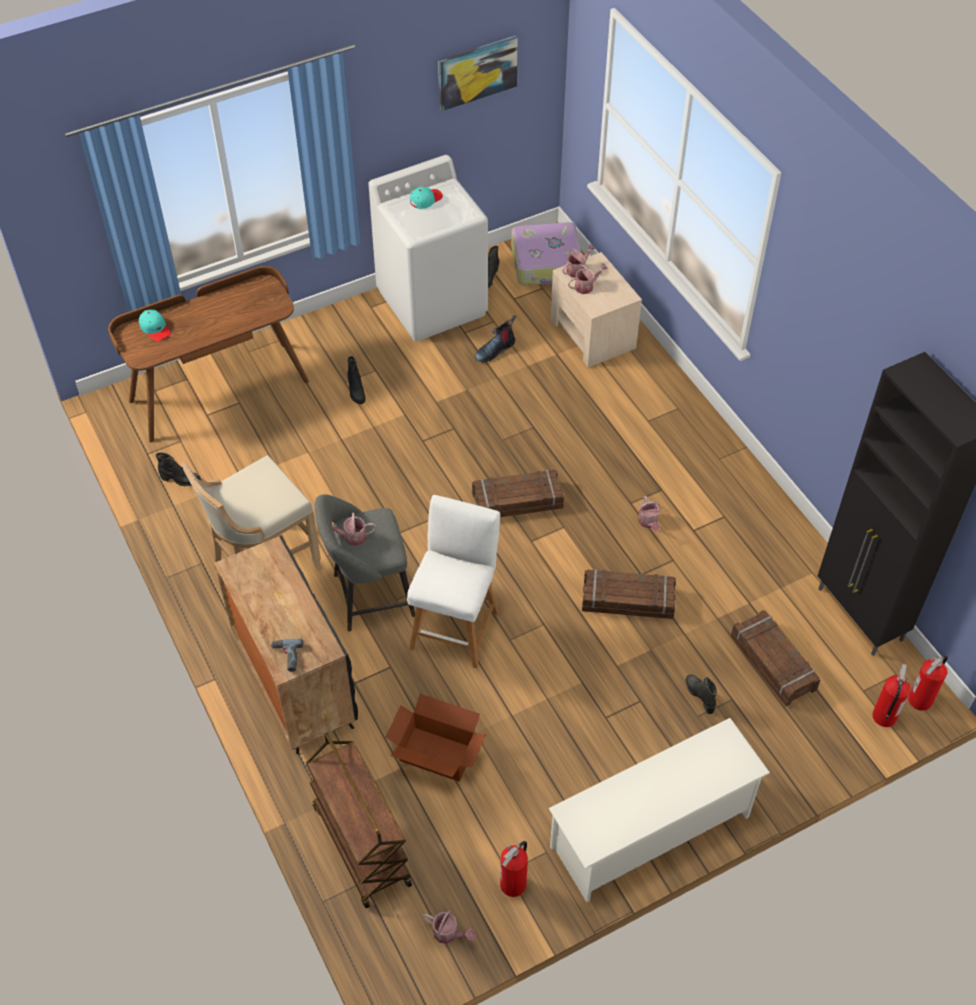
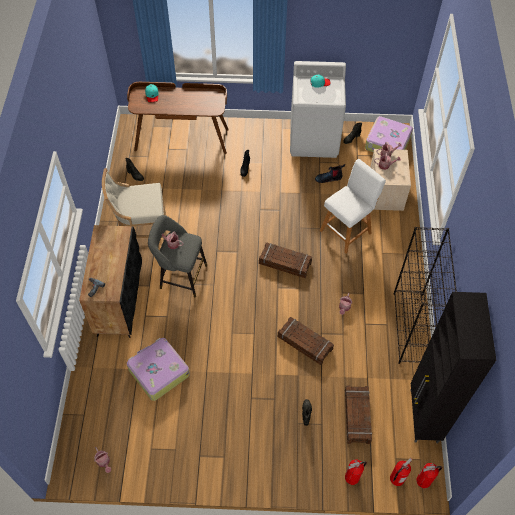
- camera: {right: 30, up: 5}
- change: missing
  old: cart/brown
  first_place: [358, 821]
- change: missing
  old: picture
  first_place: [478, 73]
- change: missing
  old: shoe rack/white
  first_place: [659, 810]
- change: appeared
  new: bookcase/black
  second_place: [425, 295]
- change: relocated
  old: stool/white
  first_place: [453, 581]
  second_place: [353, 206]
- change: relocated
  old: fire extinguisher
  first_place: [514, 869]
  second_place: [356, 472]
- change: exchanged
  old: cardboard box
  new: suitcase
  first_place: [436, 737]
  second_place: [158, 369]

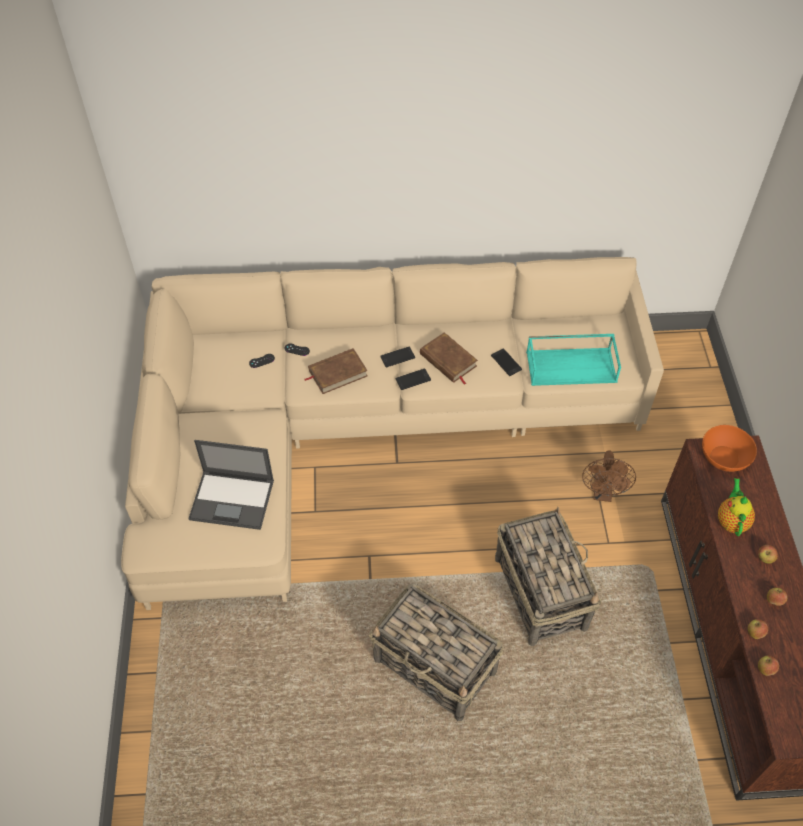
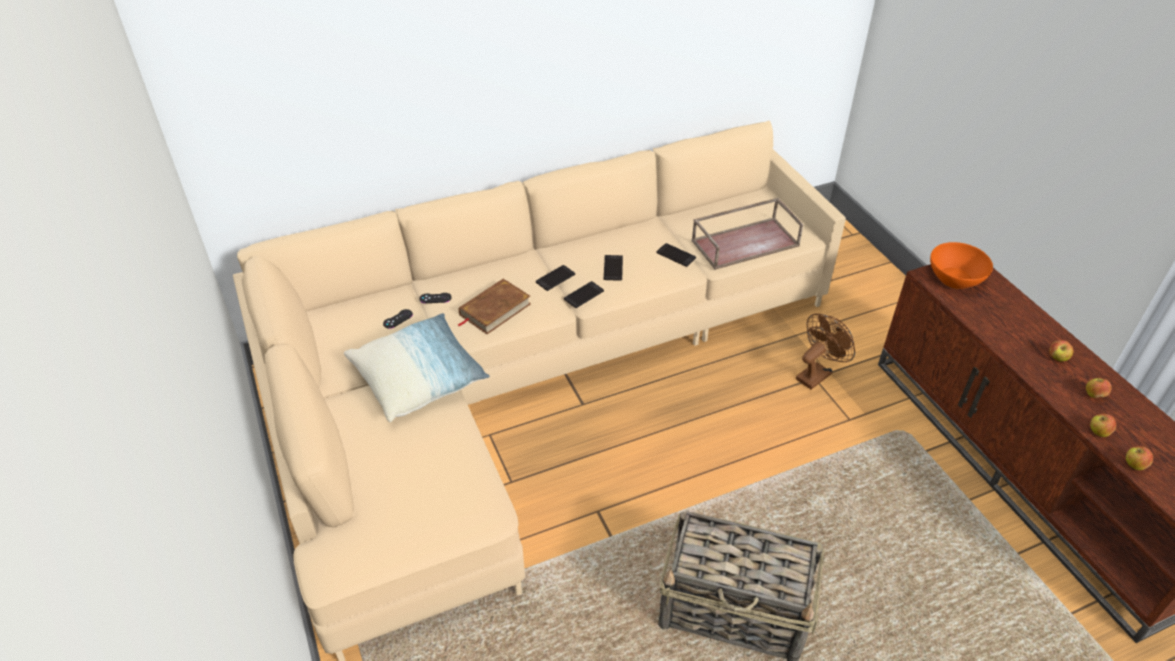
- camera: {right: -20, up: -10}
- change: missing
  old: laptop
  first_place: [231, 485]
- change: missing
  old: basket
  first_place: [548, 576]
- change: missing
  old: teapot
  first_place: [736, 507]
- change: appeared
  new: pillow
  second_place: [417, 367]
- change: exchanged
  old: book/brown
  new: phone
  first_place: [449, 358]
  second_place: [613, 268]
- change: colour
  old: tray/turquoise
  new: tray/brown
  first_place: [573, 360]
  second_place: [747, 234]
- change: spun
  old: fan/brown
  first_place: [609, 476]
  second_place: [825, 351]
  degrees: -120

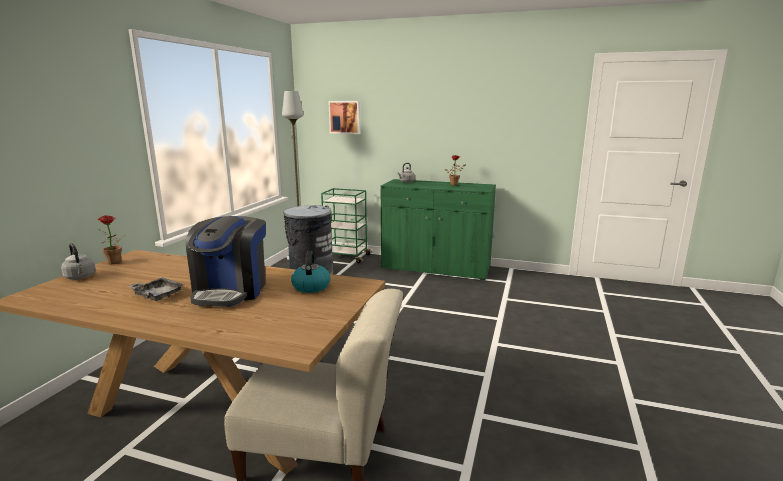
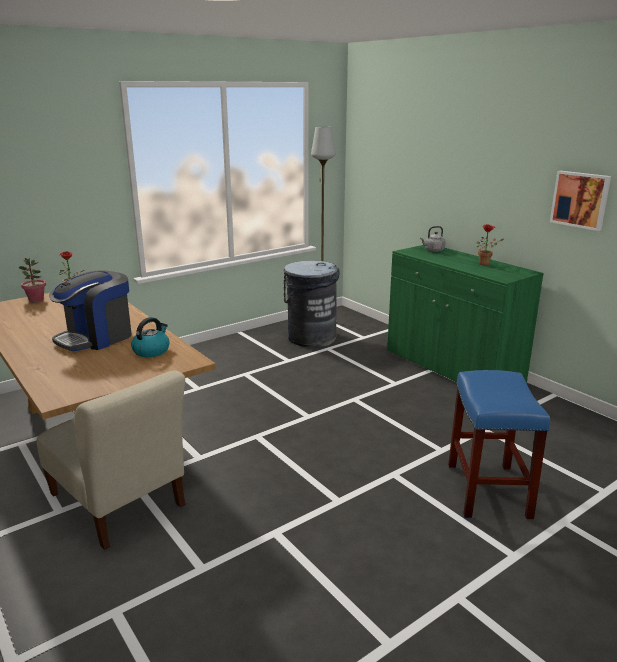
- camera: {right: 35, up: 5}
- change: missing
  old: tray/grey
  first_place: [156, 289]
- change: missing
  old: cart/green
  first_place: [346, 225]
- change: appeared
  new: stool/blue
  second_place: [499, 445]
- change: relocated
  old: picture
  first_place: [344, 117]
  second_place: [580, 201]
- change: exchanged
  old: kettle/grey
  new: potted plant
  first_place: [78, 261]
  second_place: [32, 280]

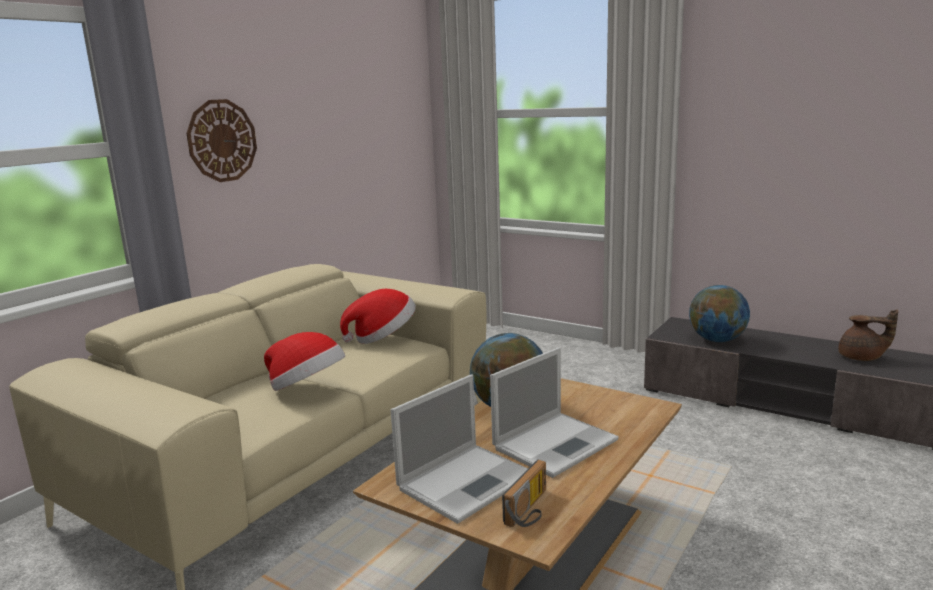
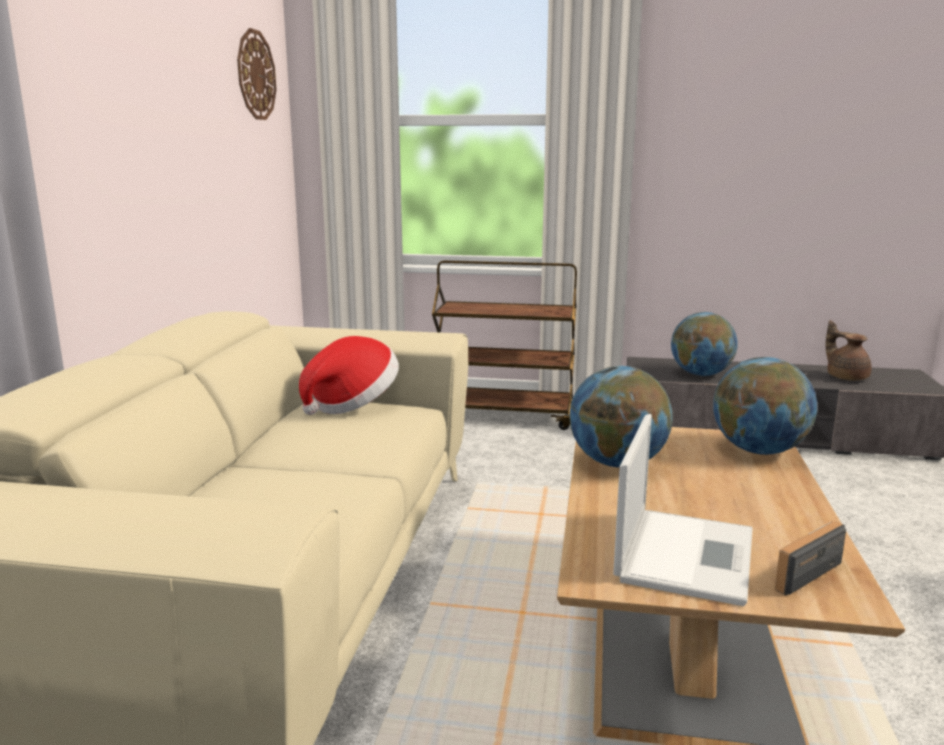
- camera: {right: -25, up: 0}
- change: missing
  old: hat
  first_place: [304, 361]
- change: missing
  old: laptop
  first_place: [554, 412]
- change: appeared
  new: cart/brown
  second_place: [504, 345]
- change: appeared
  new: globe
  second_place: [765, 406]
- change: relocated
  old: wall clock
  first_place: [221, 140]
  second_place: [256, 74]
- change: spun
  old: radio
  first_place: [524, 493]
  second_place: [810, 558]
  degrees: -135
- change: spun
  old: teapot/brown
  first_place: [868, 335]
  second_place: [848, 350]
  degrees: -105

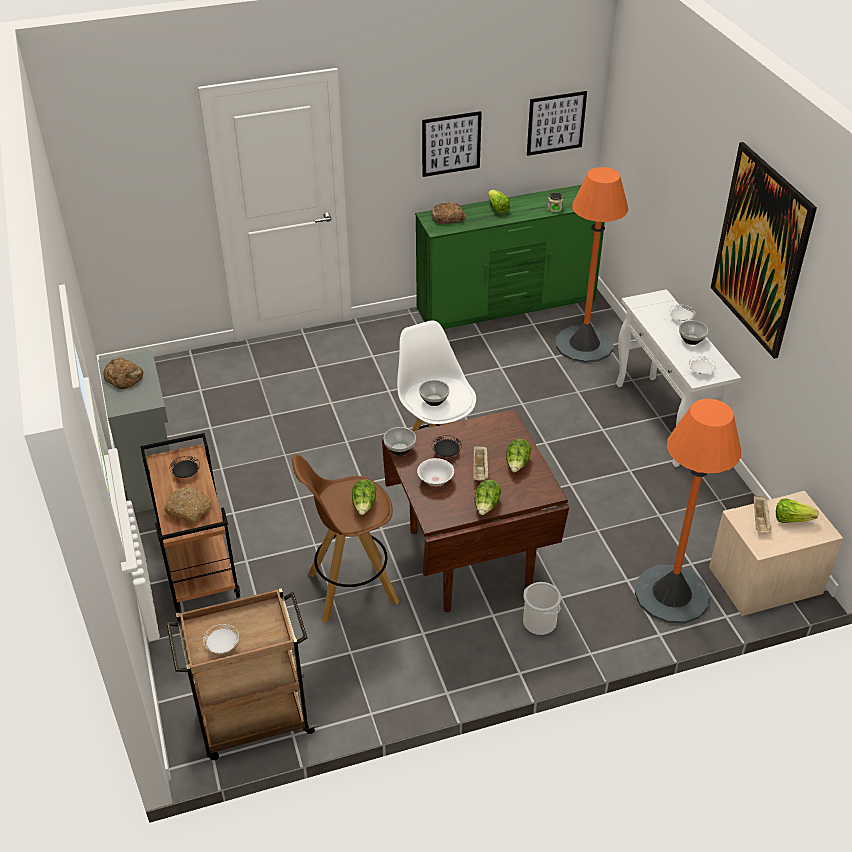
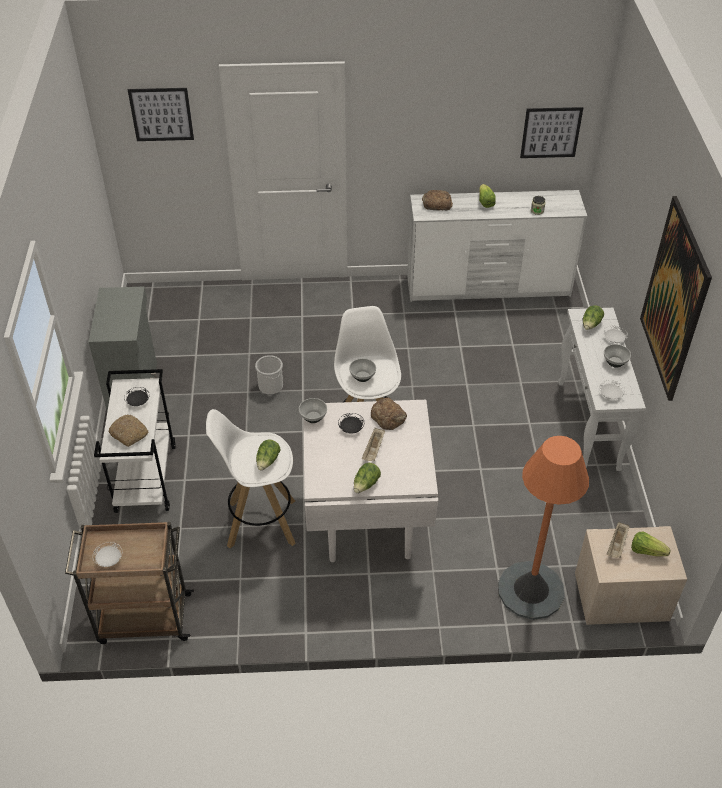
- camera: {right: 15, up: 5}
- change: missing
  old: bowl/white
  first_place: [435, 472]
- change: missing
  old: floor lamp/orange
  first_place: [592, 265]
- change: relocated
  old: bread
  first_place: [123, 373]
  second_place: [389, 413]
- change: relocated
  old: picture
  first_place: [452, 144]
  second_place: [161, 114]
- change: relocated
  old: lettuce
  first_place: [518, 455]
  second_place: [593, 317]
- change: relocated
  old: bucket
  first_place: [542, 608]
  second_place: [269, 375]
- change: colour
  old: cart/brown
  new: cart/white
  first_place: [190, 522]
  second_place: [135, 441]
- change: colour
  old: stool/brown
  new: stool/white
  first_place: [345, 538]
  second_place: [251, 478]
- change: colour
  old: dining table/brown
  new: dining table/white
  first_place: [475, 511]
  second_place: [370, 481]
- change: colour
  old: dresser/green
  new: dresser/white
  first_place: [510, 257]
  second_place: [497, 246]

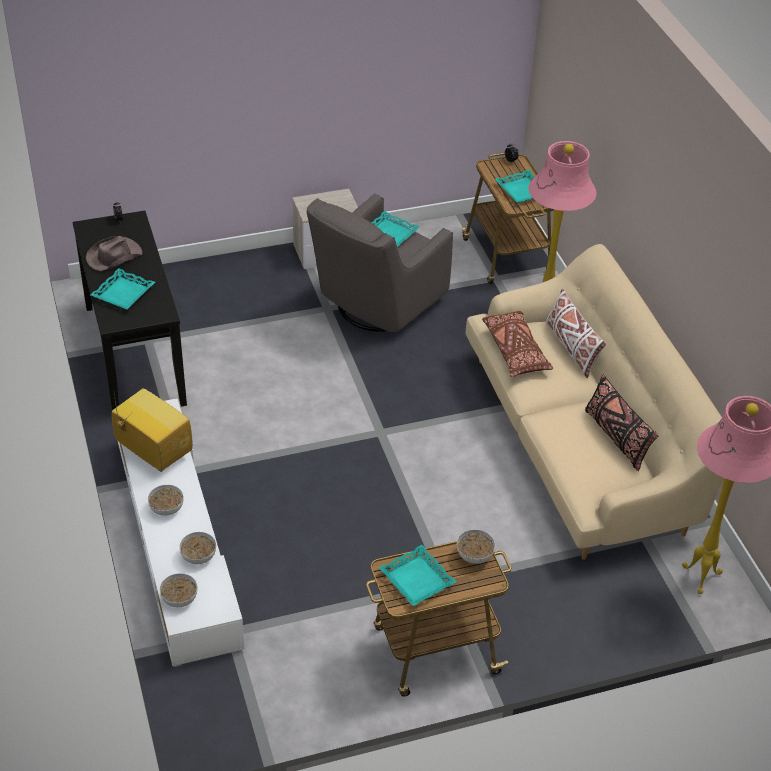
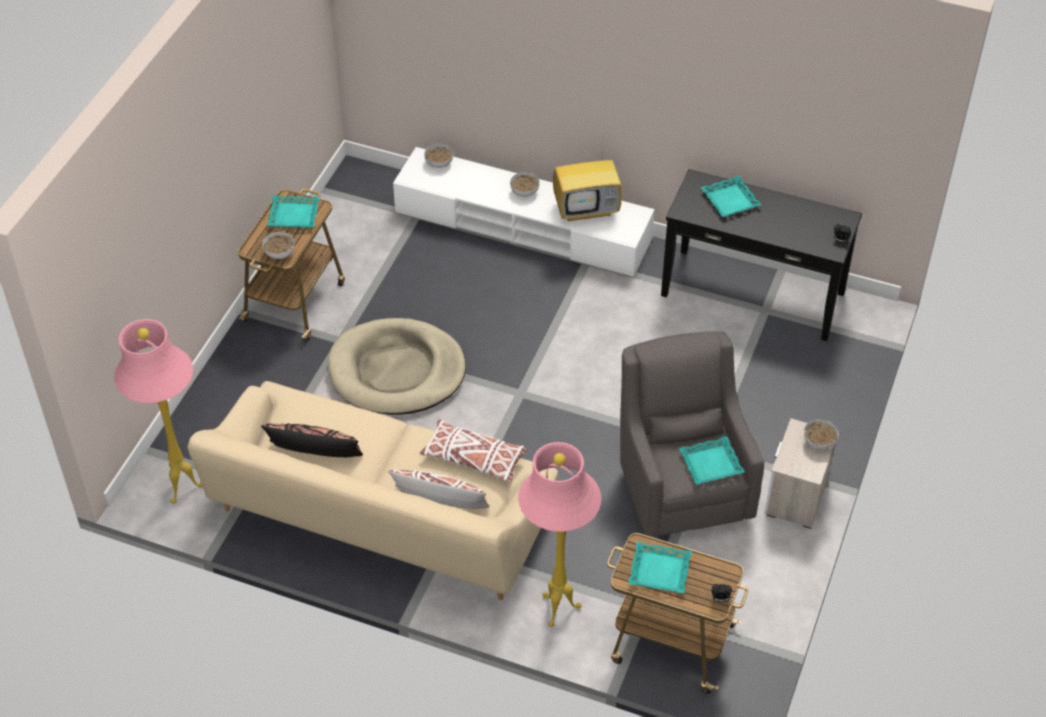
- camera: {right: 130, up: 5}
- change: missing
  old: hat/brown
  first_place: [114, 253]
- change: appeared
  new: dog bed/beige
  second_place: [397, 366]
- change: relocated
  old: bowl
  first_place: [197, 548]
  second_place: [821, 434]
- change: colour
  old: pillow/brown
  new: pillow/white
  first_place: [517, 344]
  second_place: [473, 451]

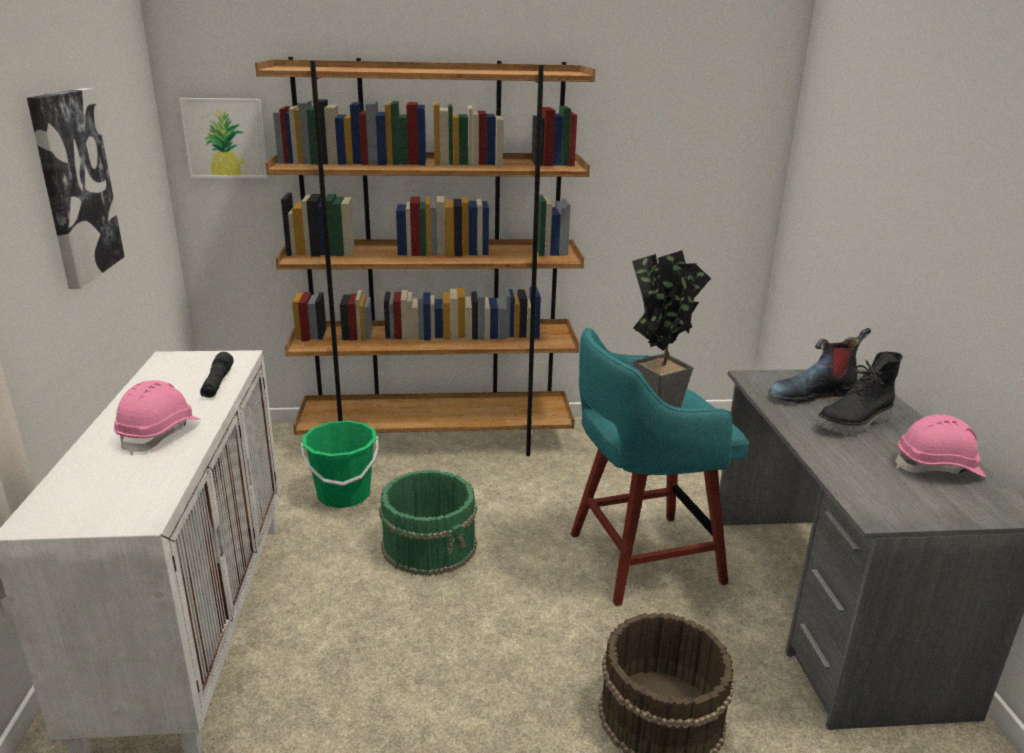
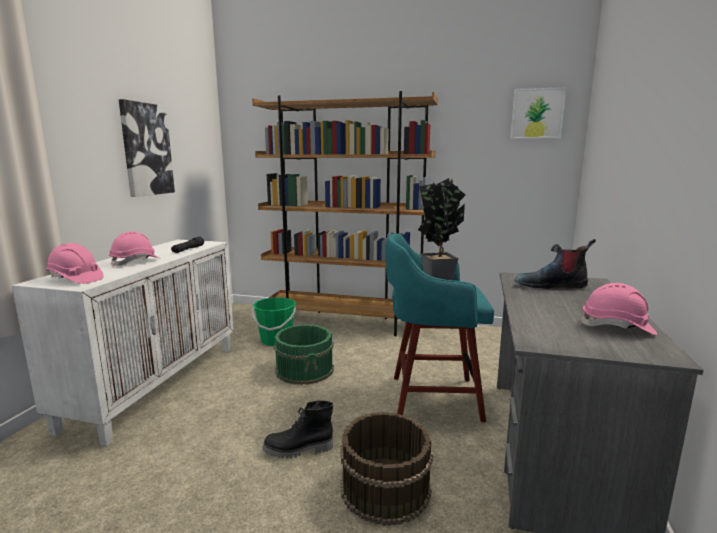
- camera: {right: 20, up: -10}
- change: appeared
  new: hard hat/pink
  second_place: [75, 263]
- change: relocated
  old: picture
  first_place: [224, 138]
  second_place: [538, 113]
- change: relocated
  old: boot/black
  first_place: [859, 393]
  second_place: [297, 429]

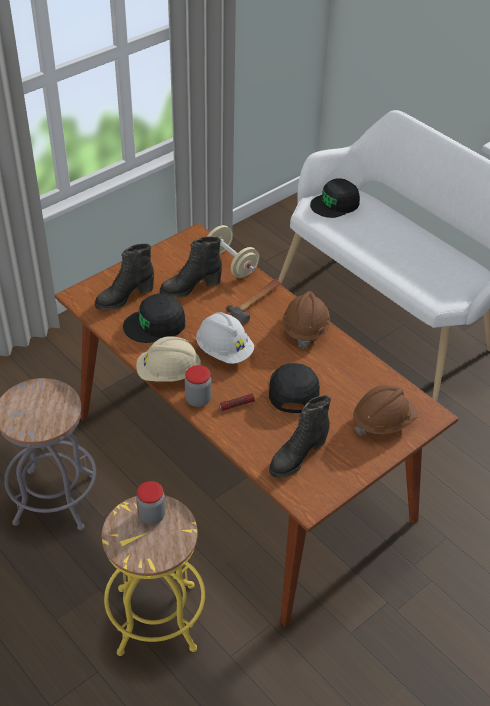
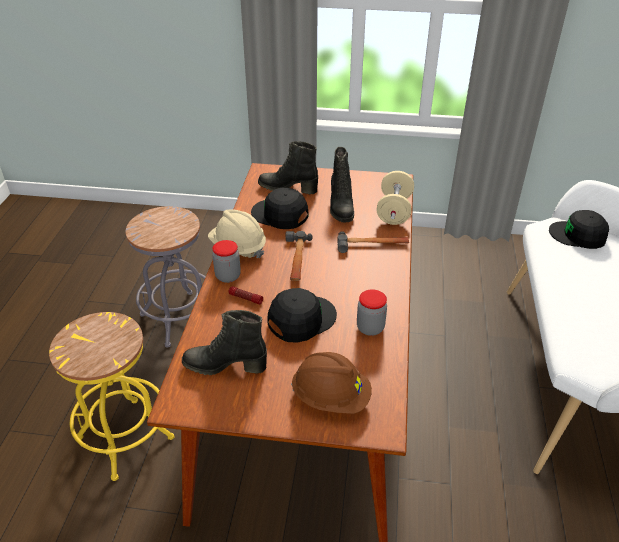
- camera: {right: 50, up: -5}
- change: missing
  old: hard hat/brown
  first_place: [306, 320]
- change: relocated
  old: jar
  first_place: [151, 502]
  second_place: [372, 312]
- change: exchanged
  old: hard hat/white
  new: hammer
  first_place: [225, 338]
  second_place: [299, 256]
- change: spun
  old: boot/black
  first_place: [191, 267]
  second_place: [342, 185]
  degrees: -120

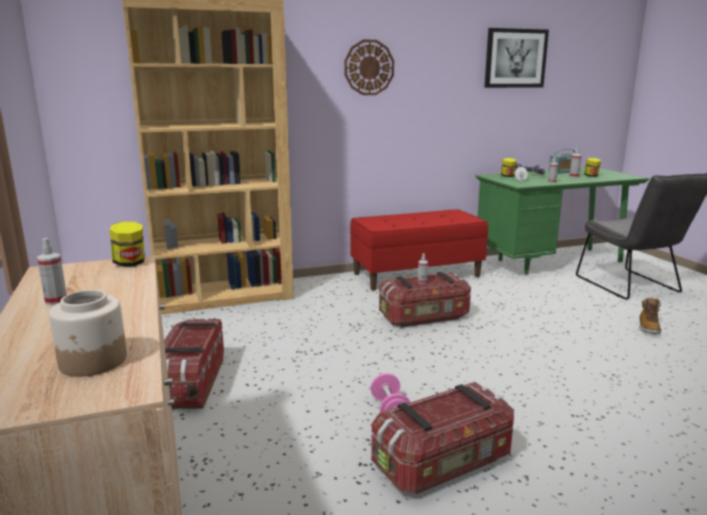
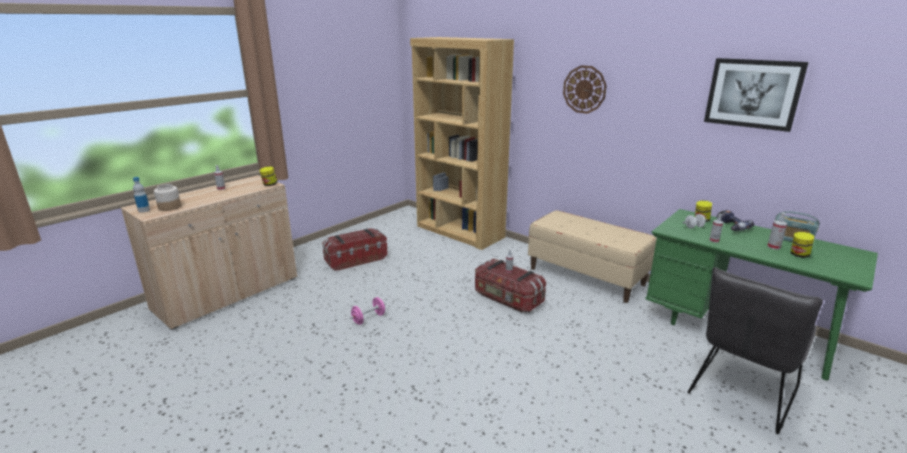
- camera: {right: 60, up: 5}
- change: missing
  old: storage box
  first_place: [442, 438]
- change: missing
  old: boot
  first_place: [650, 315]
- change: appeared
  new: bottle
  second_place: [141, 195]
- change: colour
  old: bench/red
  new: bench/beige
  first_place: [419, 249]
  second_place: [592, 256]

